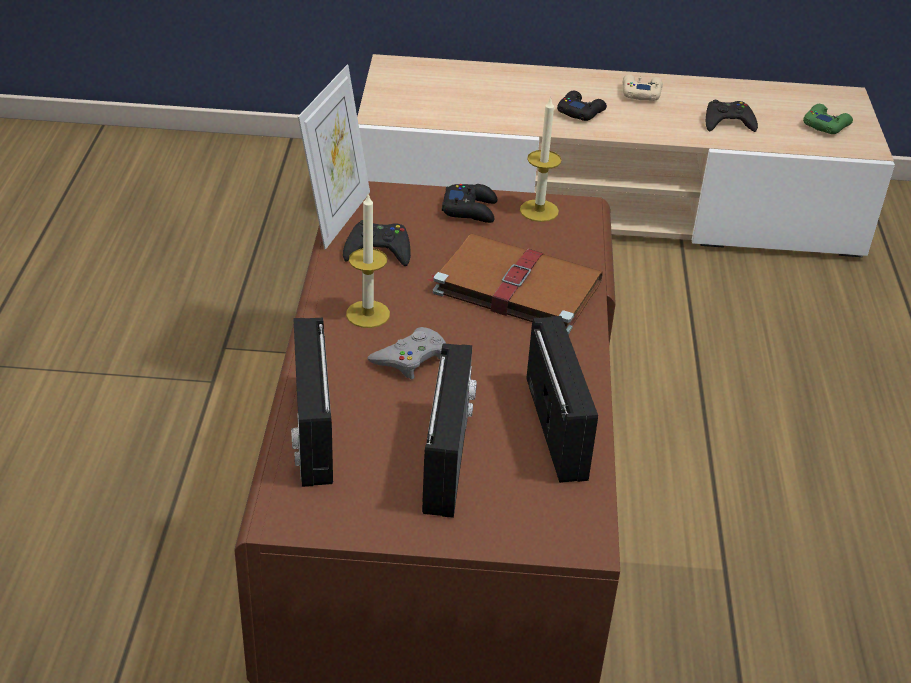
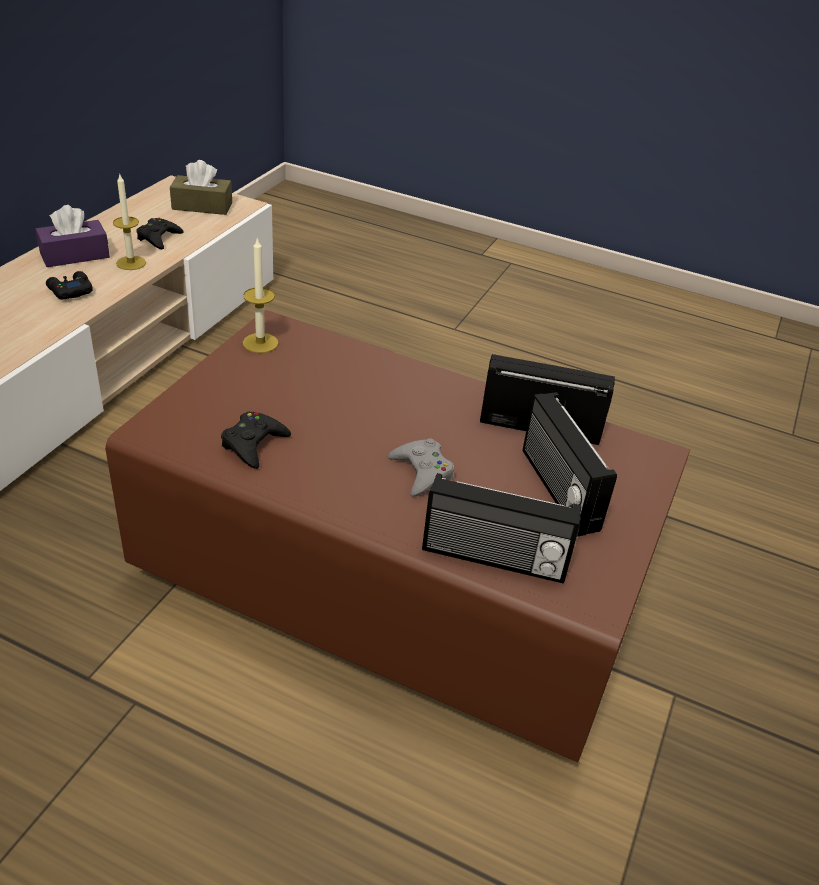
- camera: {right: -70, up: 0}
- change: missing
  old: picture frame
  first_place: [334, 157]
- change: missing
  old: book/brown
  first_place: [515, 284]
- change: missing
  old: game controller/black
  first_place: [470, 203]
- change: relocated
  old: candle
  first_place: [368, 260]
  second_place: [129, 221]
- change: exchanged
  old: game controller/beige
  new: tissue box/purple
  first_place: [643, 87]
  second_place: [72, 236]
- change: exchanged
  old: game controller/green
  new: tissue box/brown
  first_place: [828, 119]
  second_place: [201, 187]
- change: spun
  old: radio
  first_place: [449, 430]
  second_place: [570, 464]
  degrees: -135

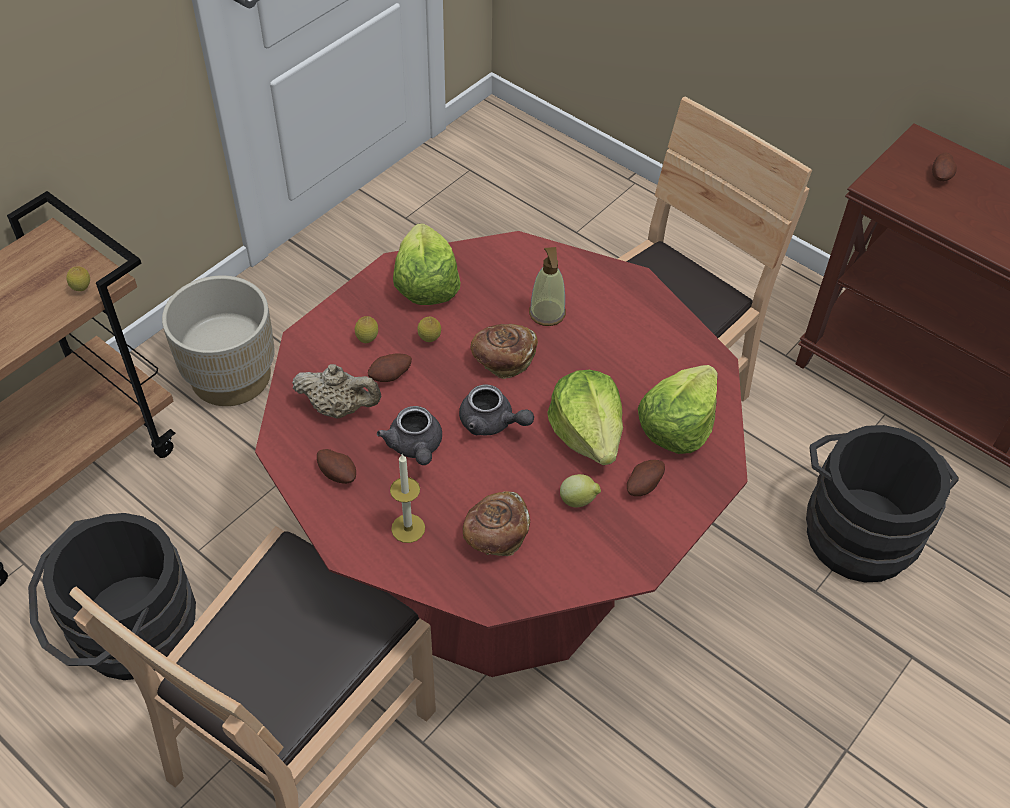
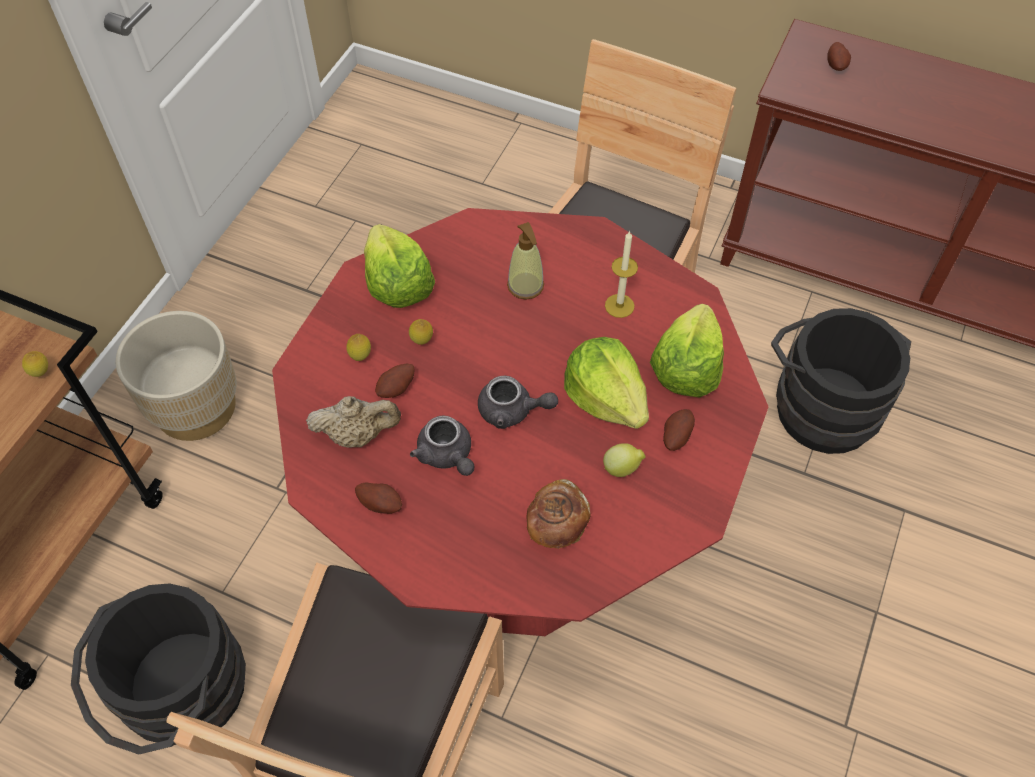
- camera: {right: -15, up: 5}
- change: missing
  old: bread
  first_place: [504, 351]
- change: relocated
  old: candle
  first_place: [407, 498]
  second_place: [621, 274]

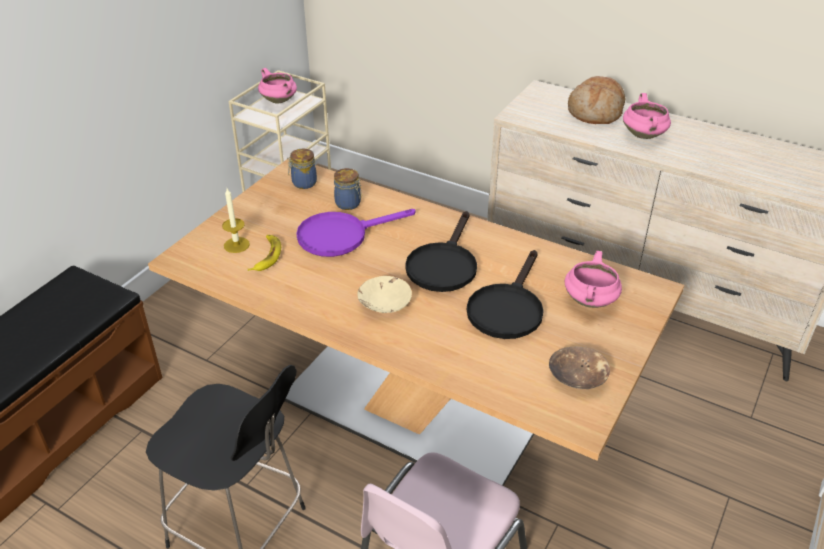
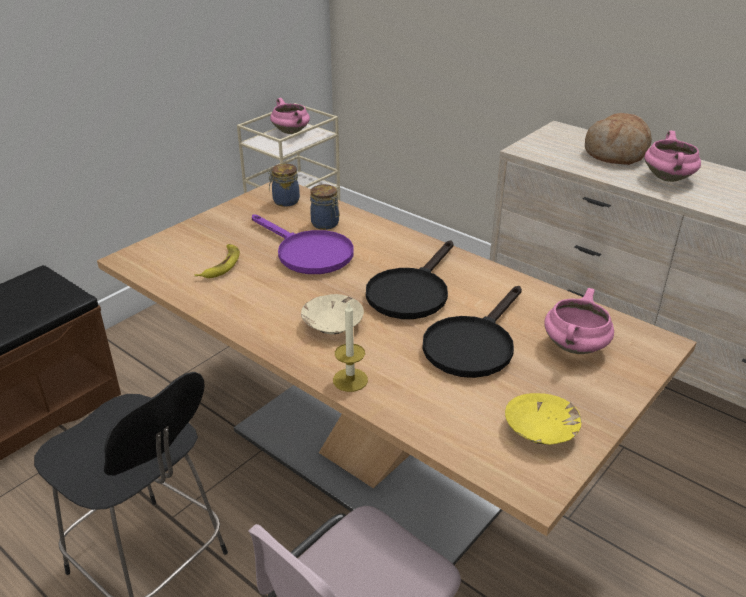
- camera: {right: 10, up: -5}
- change: relocated
  old: candle
  first_place: [236, 220]
  second_place: [350, 346]
- change: colour
  old: bowl/brown
  new: bowl/yellow
  first_place: [579, 368]
  second_place: [543, 419]
- change: spun
  old: frying pan/purple
  first_place: [356, 233]
  second_place: [303, 244]
  degrees: -120

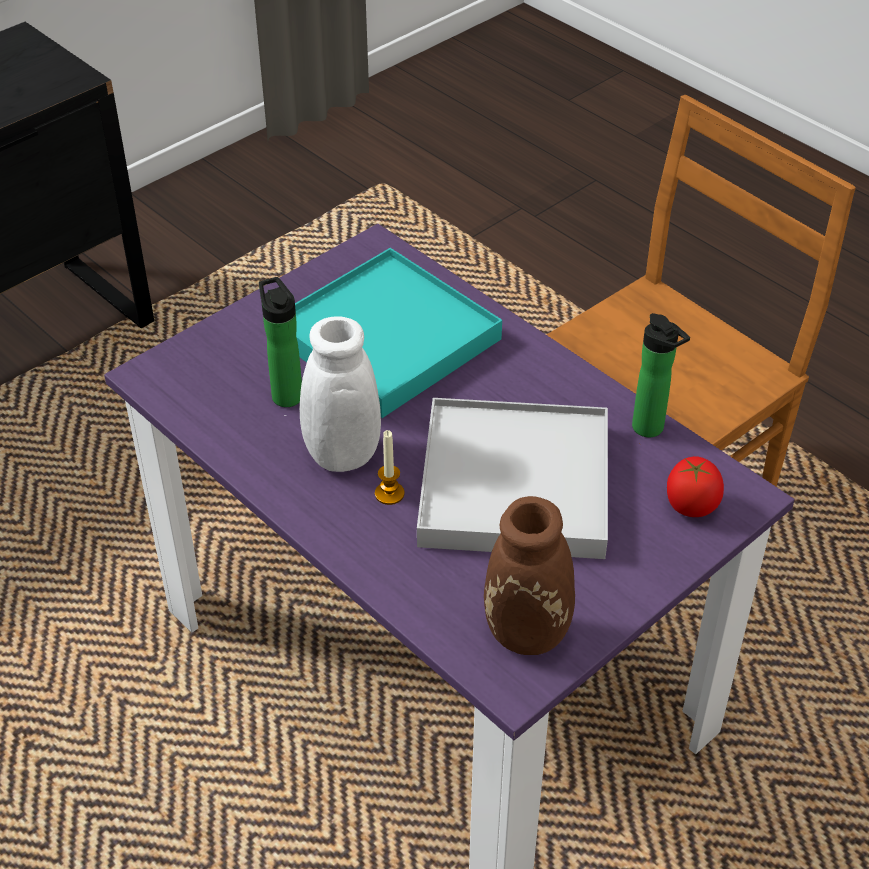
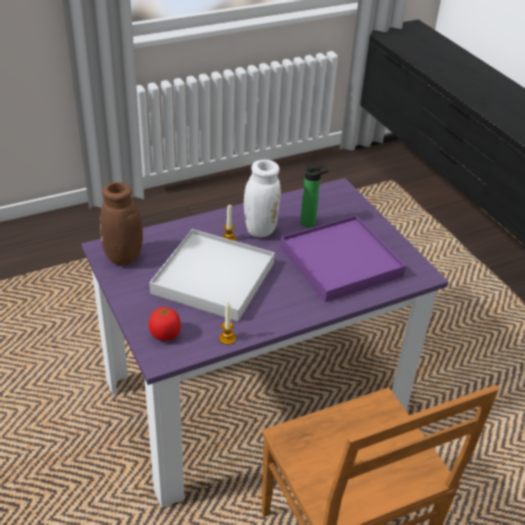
- camera: {right: 105, up: -5}
- change: exchanged
  old: bottle
  new: candle
  first_place: [661, 375]
  second_place: [227, 323]
- change: colour
  old: tray/turquoise
  new: tray/purple
  first_place: [398, 333]
  second_place: [343, 259]

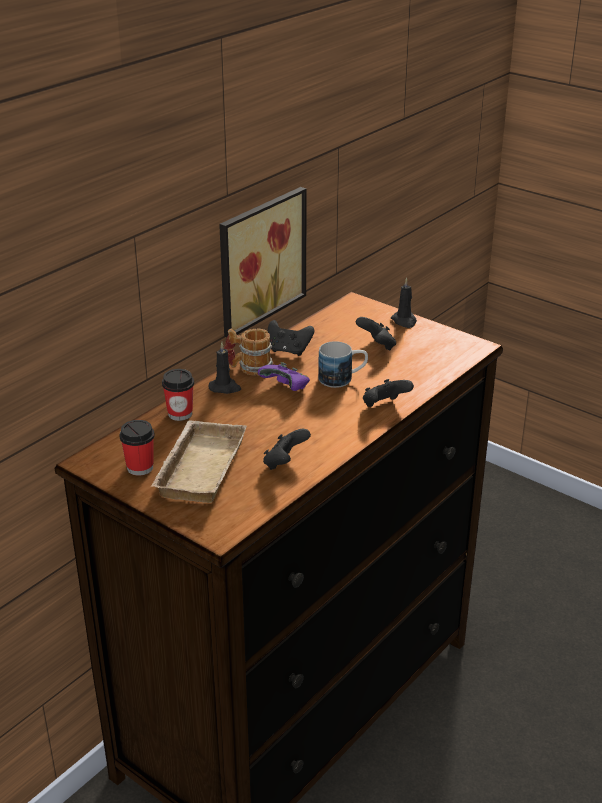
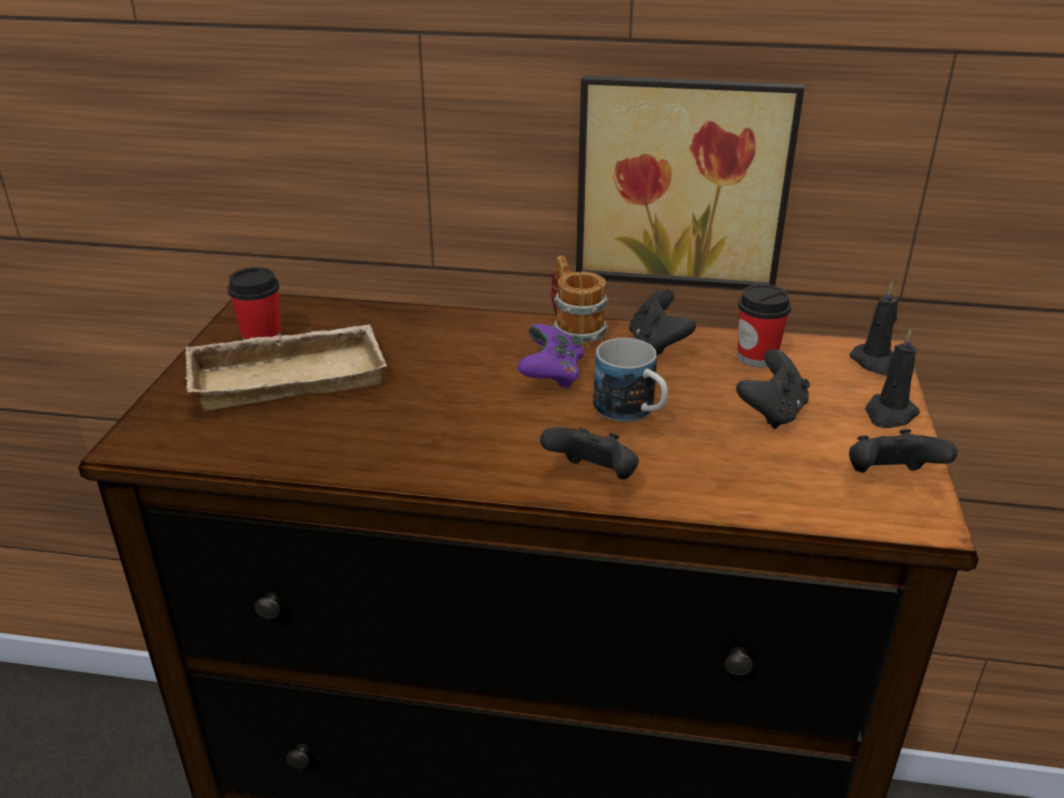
- camera: {right: 60, up: 0}
- change: relocated
  old: cup
  first_place: [178, 395]
  second_place: [764, 325]
- change: relocated
  old: candle/black
  first_place: [224, 368]
  second_place: [874, 329]
- change: relocated
  old: game controller/black
  first_place: [287, 449]
  second_place: [903, 451]

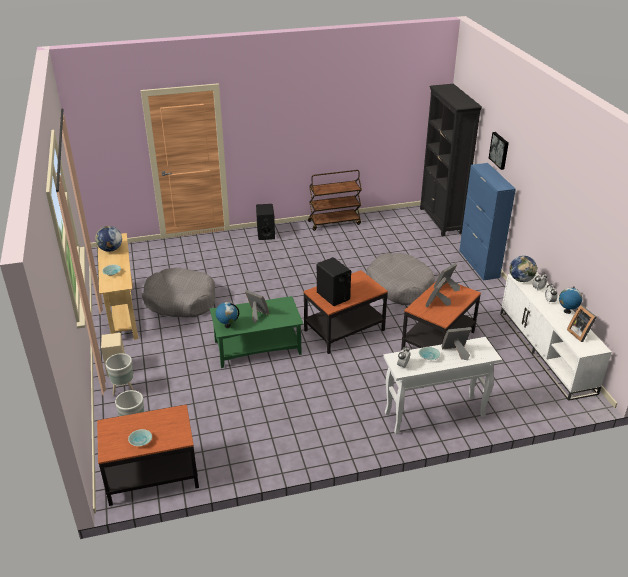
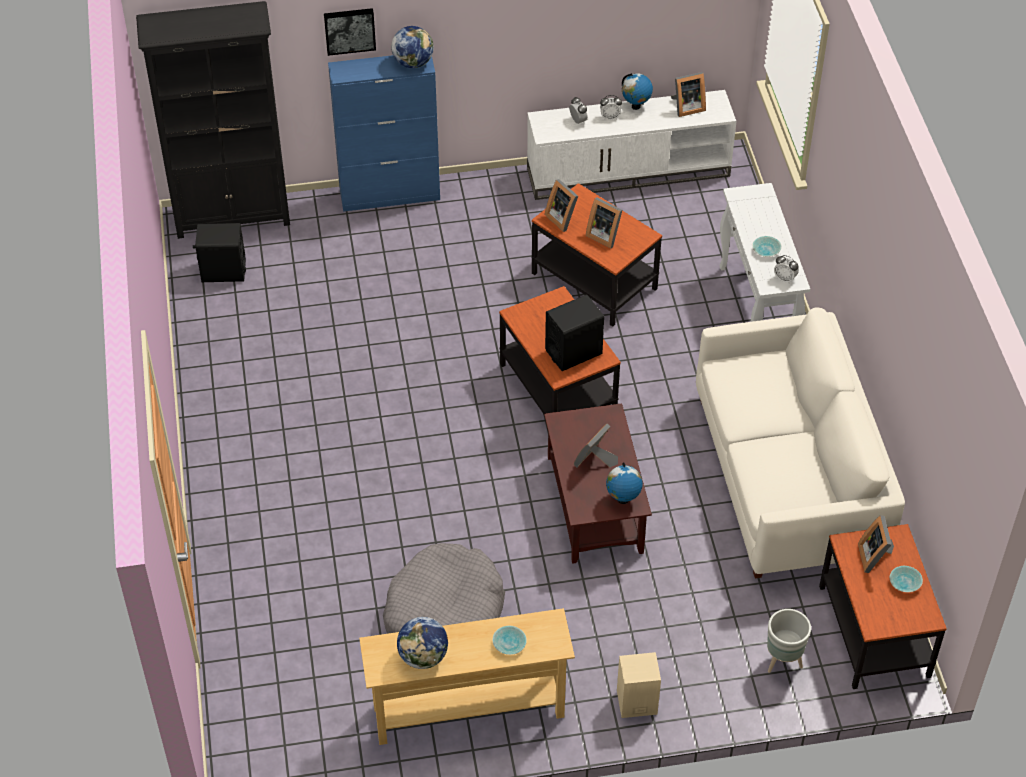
- camera: {right: -85, up: 15}
- change: missing
  old: planter/grey
  first_place: [119, 374]
- change: missing
  old: cart/brown
  first_place: [335, 200]
- change: missing
  old: dog bed/grey
  first_place: [400, 279]
- change: appeared
  new: sofa/white
  second_place: [800, 443]
- change: relocated
  old: speaker/black
  first_place: [265, 222]
  second_place: [219, 252]
- change: relocated
  old: picture frame
  first_place: [456, 343]
  second_place: [876, 544]
- change: relocated
  old: globe
  first_place: [523, 268]
  second_place: [412, 47]
- change: colour
  old: coffee table/green
  new: coffee table/brown
  first_place: [256, 332]
  second_place: [598, 483]

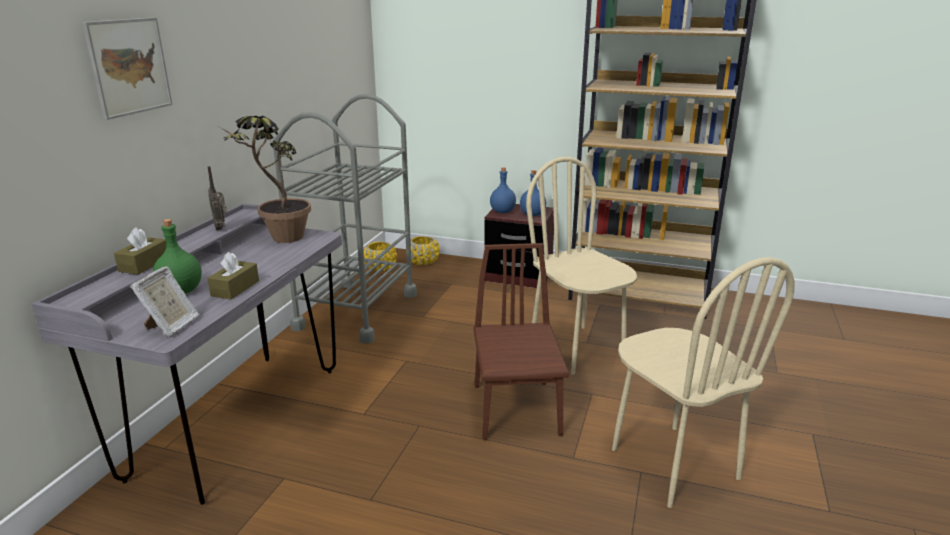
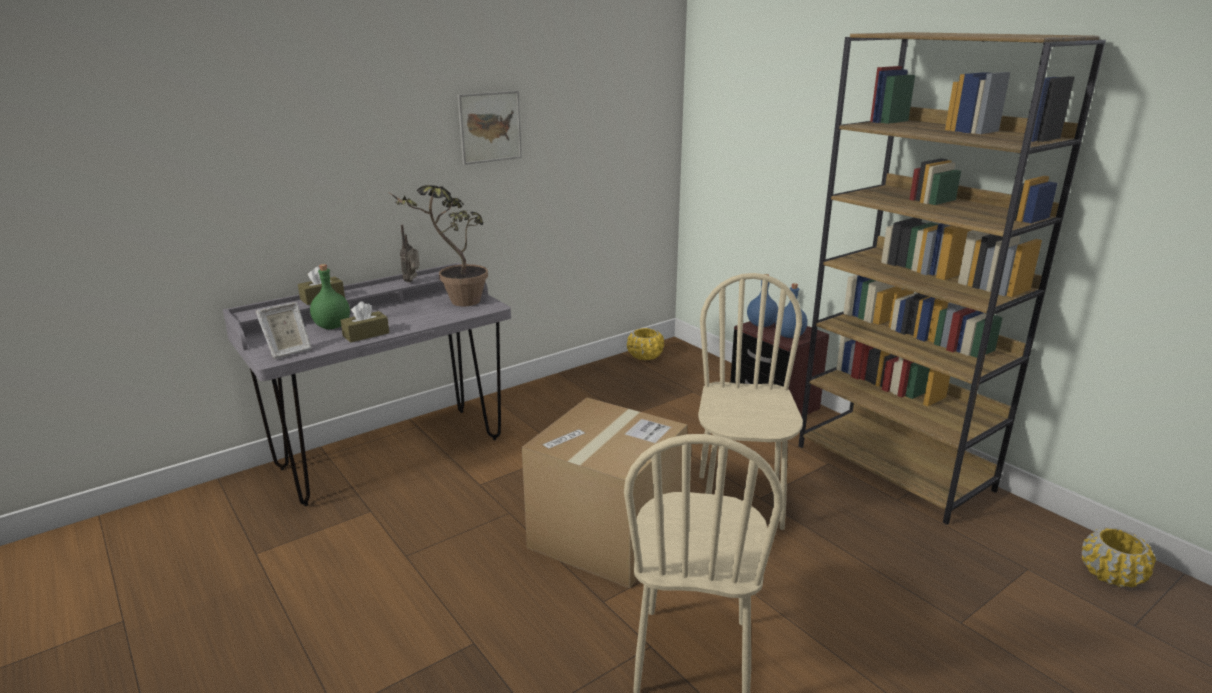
- camera: {right: 35, up: 0}
- change: missing
  old: cart/grey
  first_place: [345, 219]
- change: relocated
  old: picture
  first_place: [127, 68]
  second_place: [490, 128]
- change: relocated
  old: planter/yellow
  first_place: [424, 250]
  second_place: [1119, 557]
- change: exchanged
  old: chair/brown
  new: cardboard box
  first_place: [521, 341]
  second_place: [604, 493]

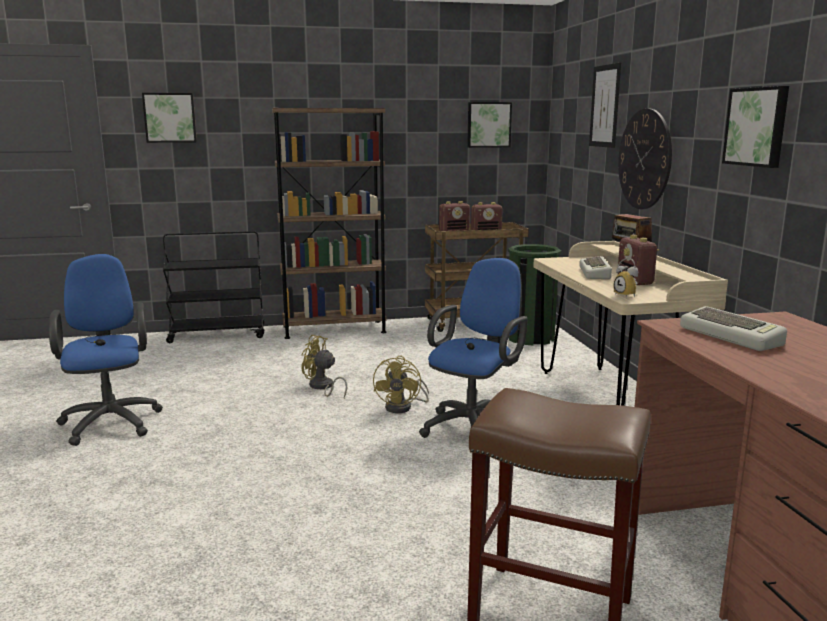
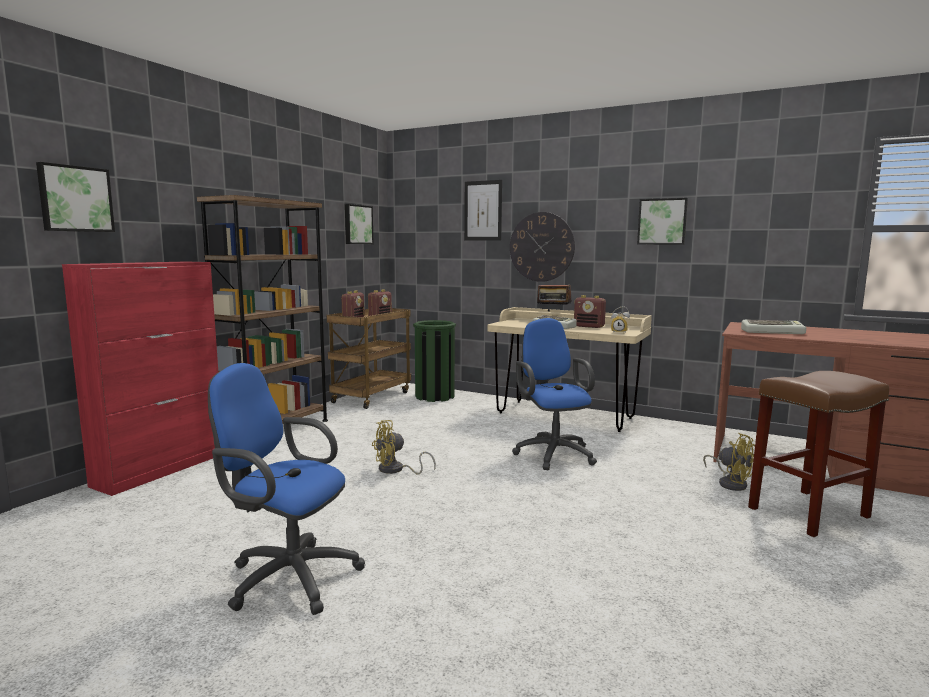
- camera: {right: -50, up: -5}
- change: relocated
  old: fan/yellow
  first_place: [401, 384]
  second_place: [729, 462]
- change: exchanged
  old: cart/black
  new: cabinet/red
  first_place: [213, 287]
  second_place: [140, 378]

